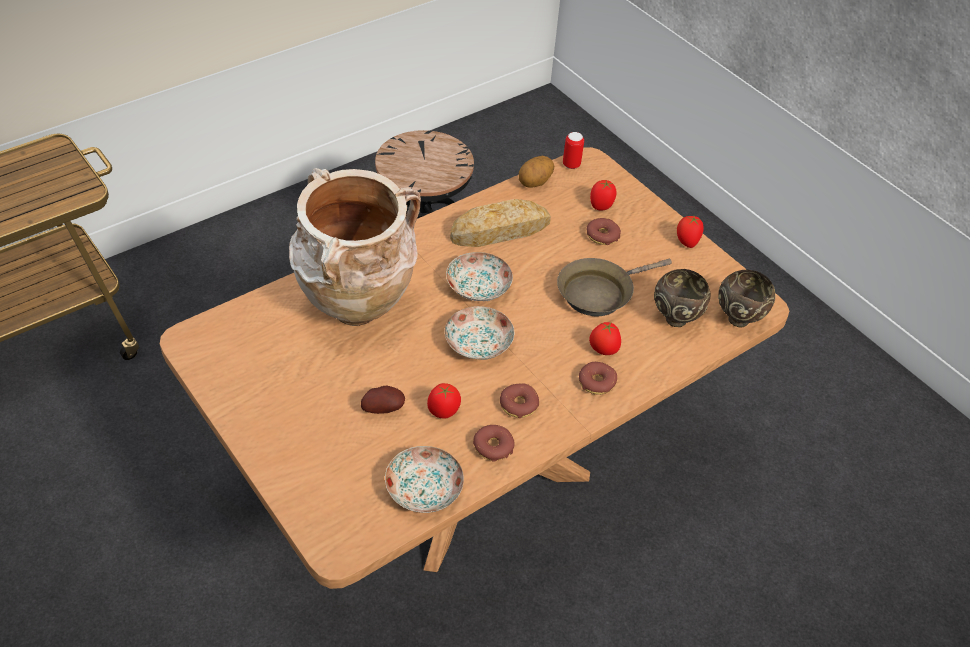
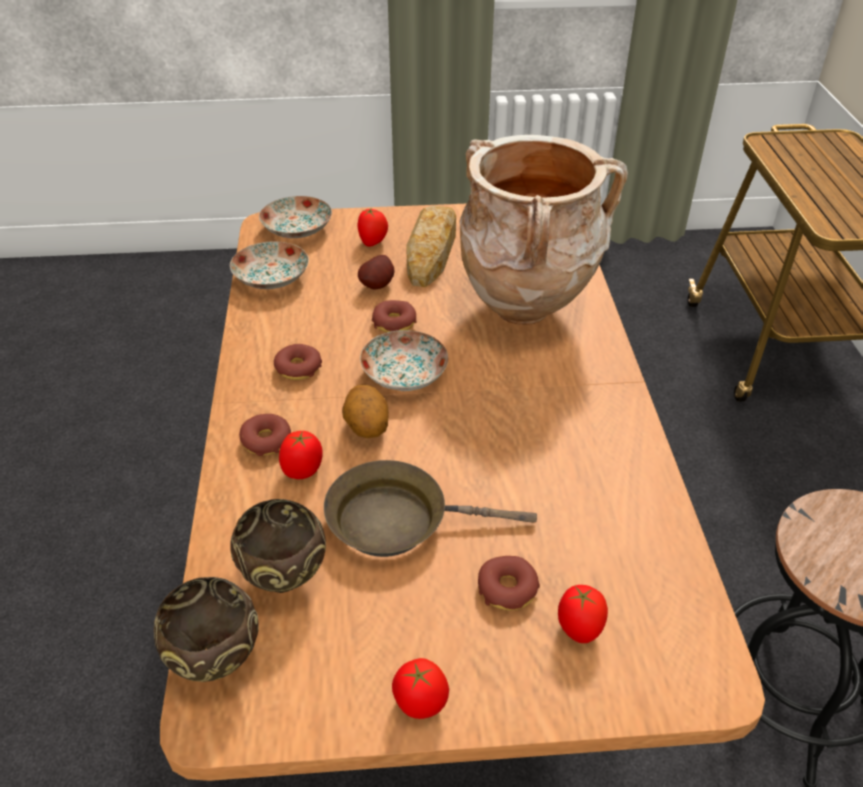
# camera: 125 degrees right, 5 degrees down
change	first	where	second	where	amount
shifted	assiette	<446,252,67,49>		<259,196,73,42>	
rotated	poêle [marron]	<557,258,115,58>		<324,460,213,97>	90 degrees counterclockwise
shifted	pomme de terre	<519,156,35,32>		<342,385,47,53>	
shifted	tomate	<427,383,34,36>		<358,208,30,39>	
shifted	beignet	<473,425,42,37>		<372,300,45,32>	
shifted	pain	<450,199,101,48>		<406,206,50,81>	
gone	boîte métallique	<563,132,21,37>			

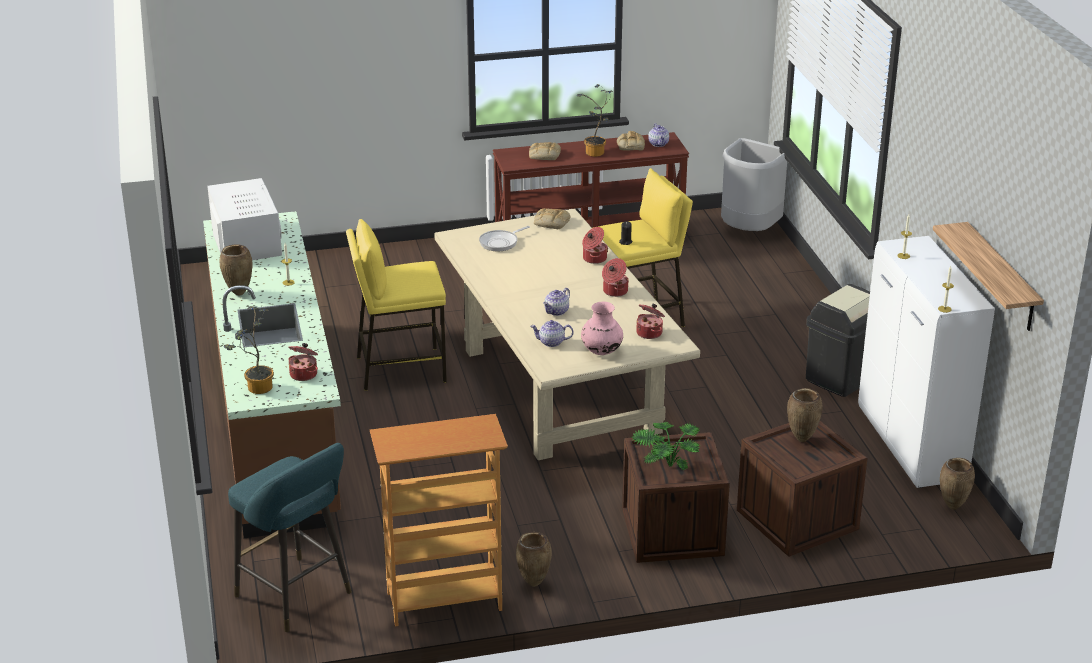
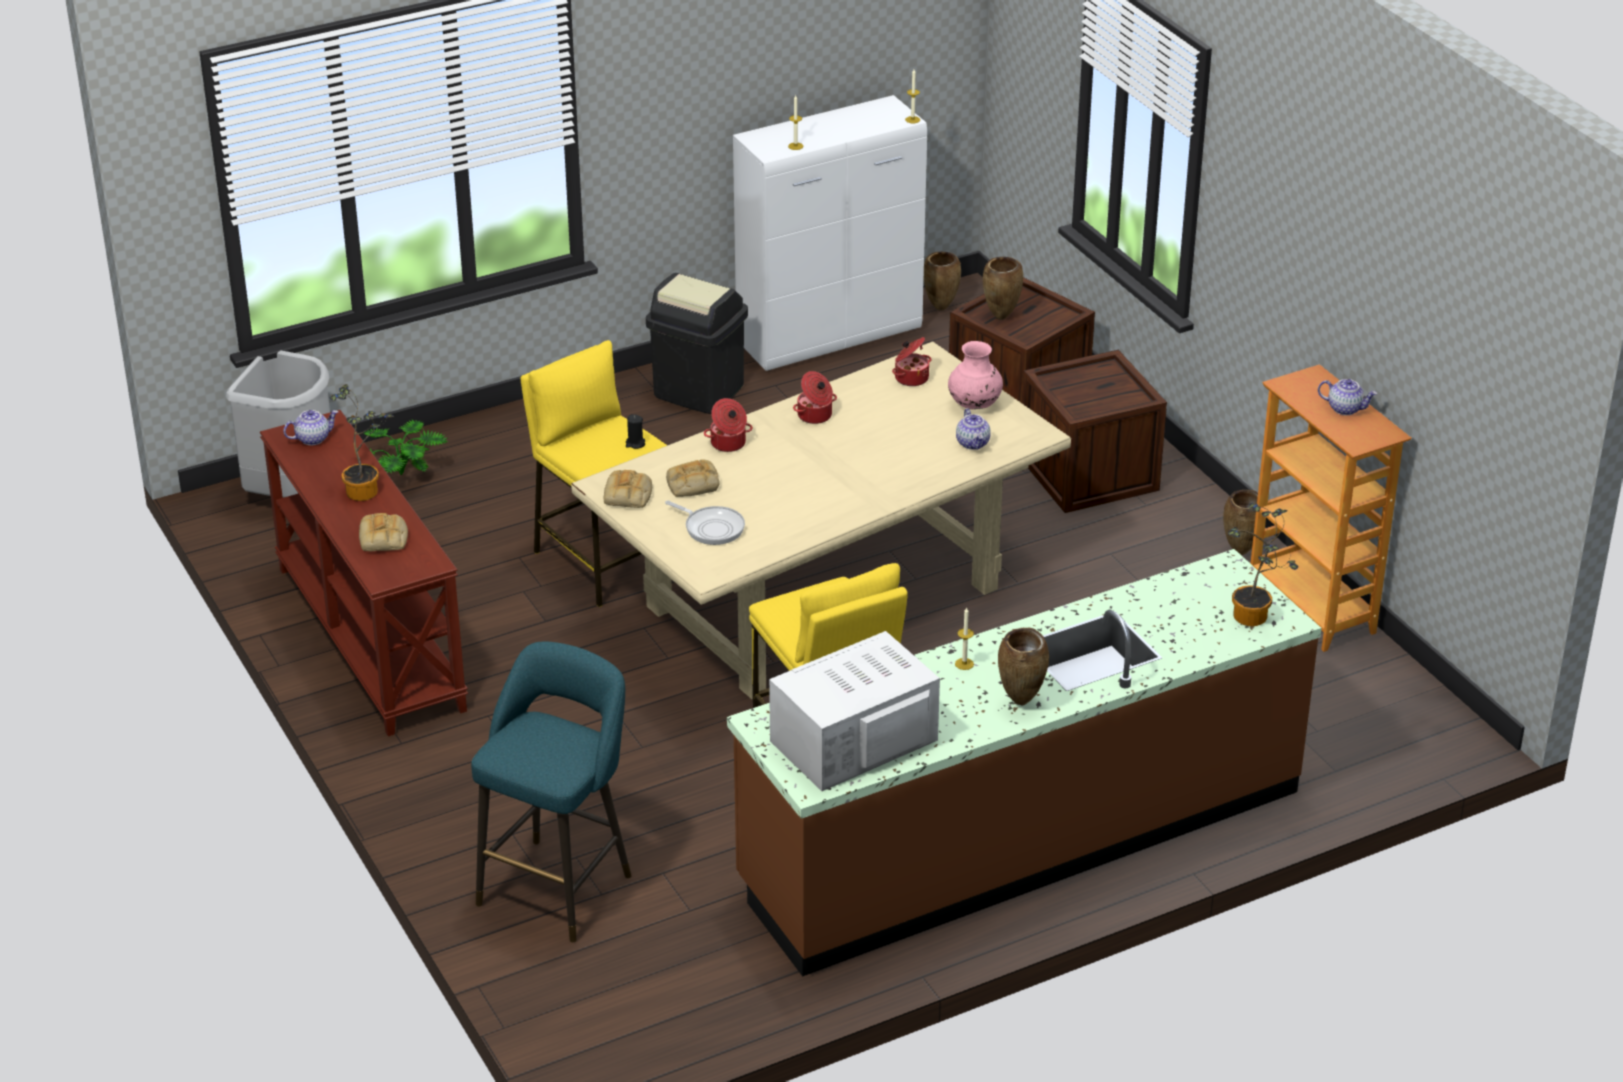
# camera: 105 degrees left, 5 degrees up
change	first	where	second	where	amount
shifted	plante en pot	<632,422,68,49>		<364,420,84,55>	
shifted	tabouret [turquoise]	<228,443,124,189>		<471,641,161,301>	
shifted	pain	<617,131,28,19>		<666,460,54,37>	
shifted	théière	<543,288,27,28>		<1318,379,59,36>	
gone	marmite	<288,343,30,38>			
gone	étagère	<933,222,111,109>			

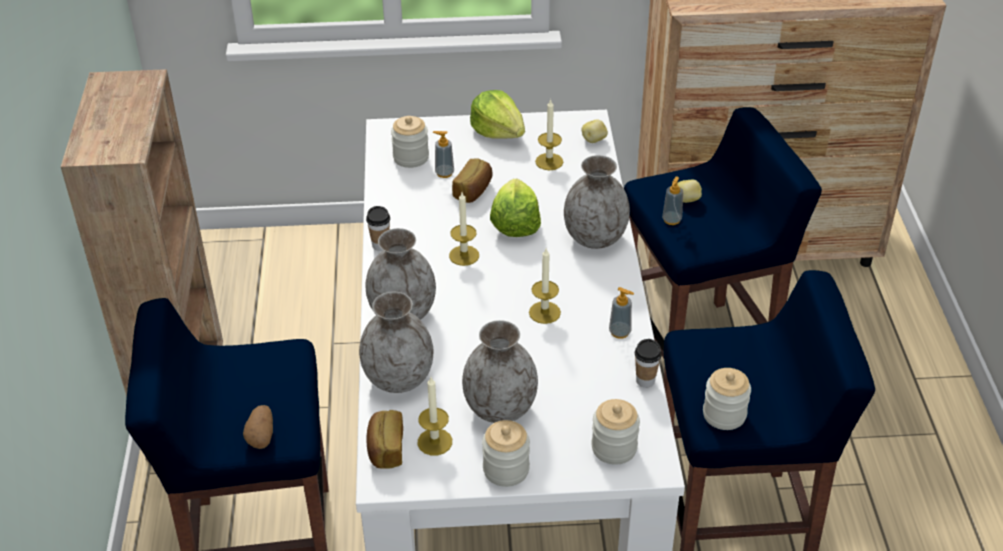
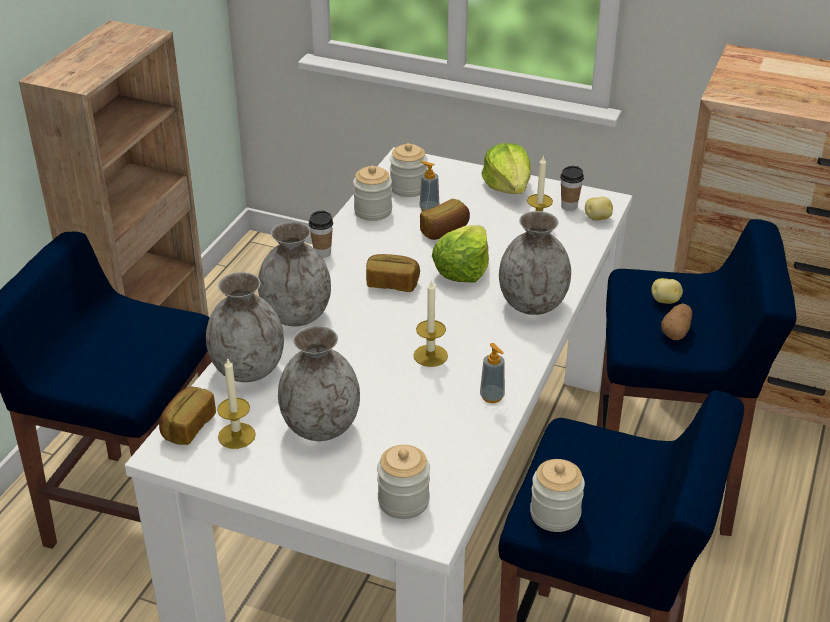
# camera: 25 degrees right, 5 degrees down
change	first	where	second	where	amount
shifted	bocal	<482,420,48,67>		<353,166,39,55>	
swapped	bougie	<449,192,30,74>	pain	<366,254,54,38>	
shifted	tasse	<635,339,27,49>		<560,166,24,45>	
shifted	pomme de terre	<243,405,30,44>		<661,303,31,37>	
gone	distributeur de savon	<662,176,21,49>			

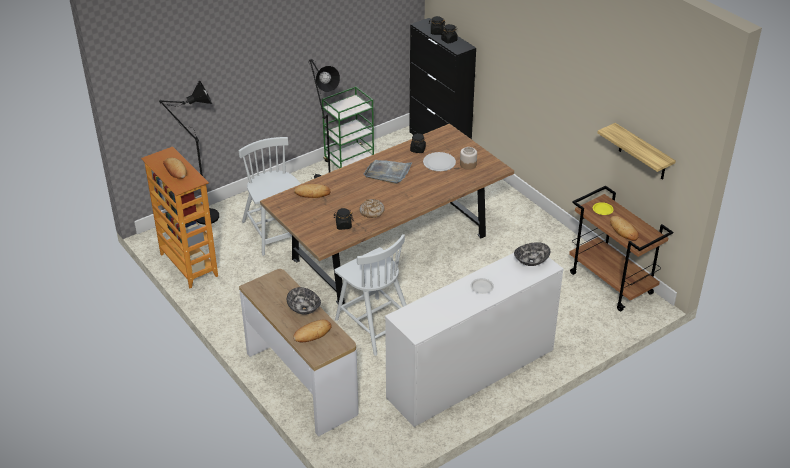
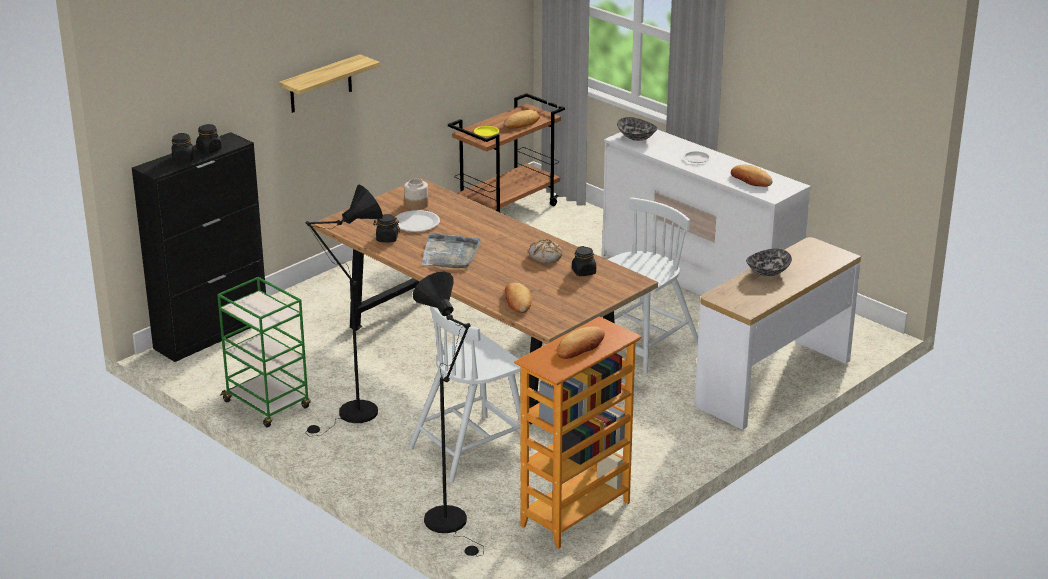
# camera: 100 degrees left, 10 degrees down
change	first	where	second	where	amount
shifted	étagère	<597,123,79,57>		<279,54,101,59>	
shifted	pain	<293,319,39,23>		<731,165,42,22>	

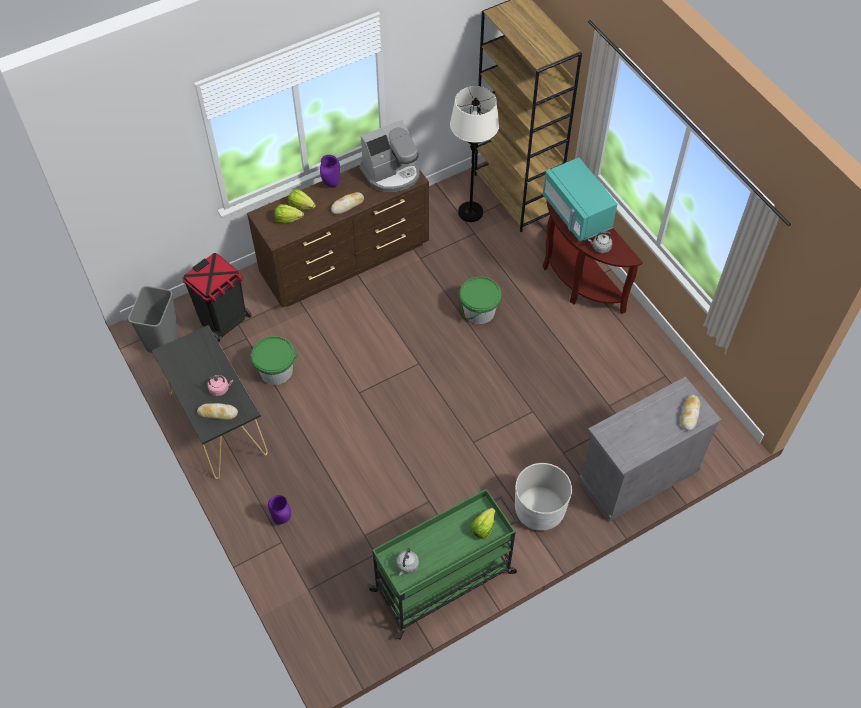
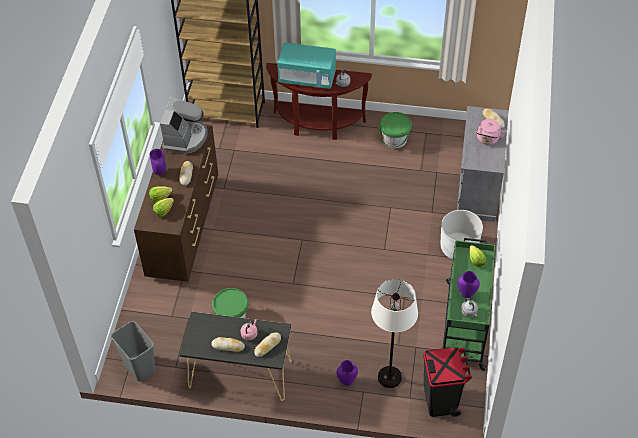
# camera: 50 degrees left, 5 degrees down
change	first	where	second	where	amount
new			pain	<211,337,34,15>	
shifted	lampadaire [blanc]	<450,86,49,136>		<371,279,47,109>	
shifted	seau [vert]	<459,277,42,47>		<378,112,34,36>	
shifted	poubelle [noir]	<182,253,70,89>		<423,347,49,70>	
new			vase [violet]	<457,271,23,27>	
new			bouilloire [rose]	<476,119,30,26>	

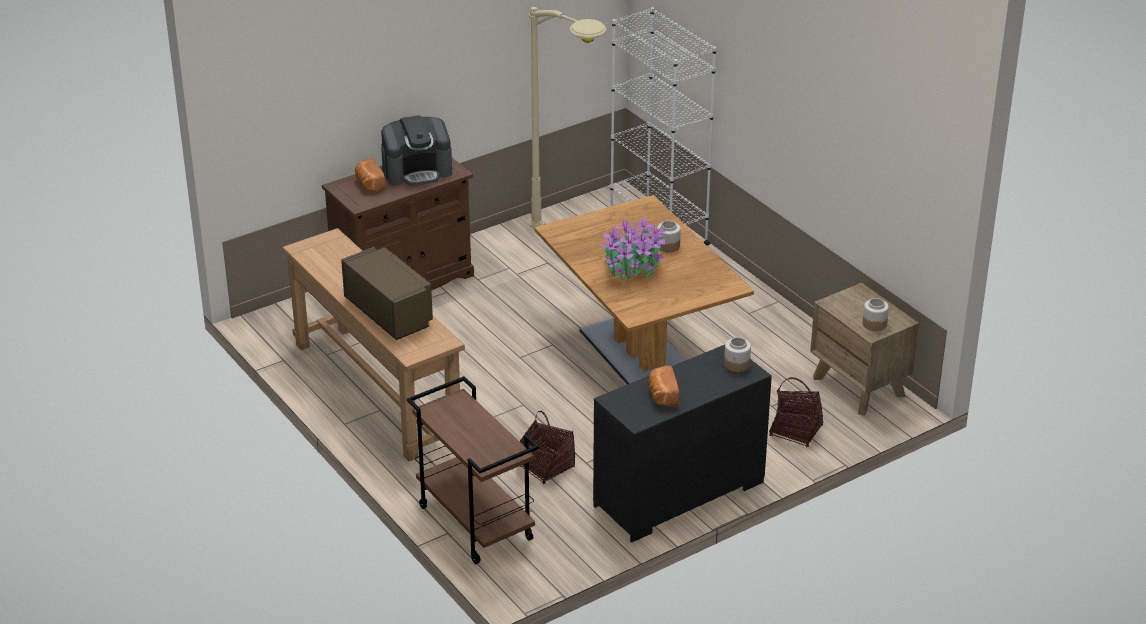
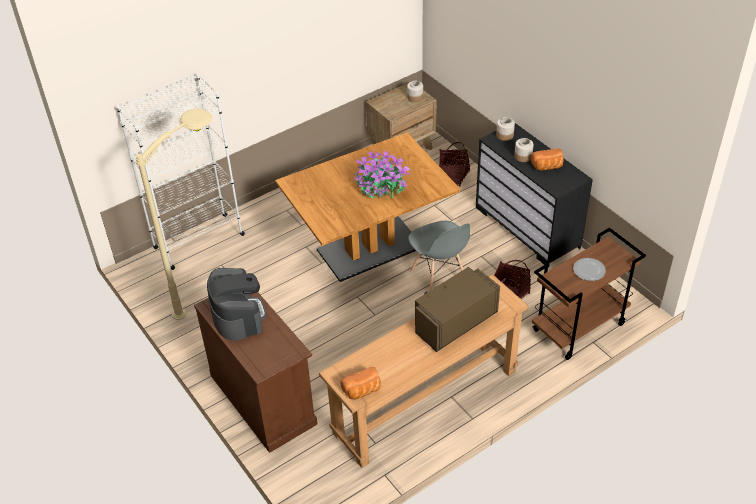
# camera: 90 degrees left, 10 degrees up
change	first	where	second	where	amount
shifted	pain	<355,158,31,33>		<341,367,40,32>	
new			chaise [gris]	<408,221,62,70>	
shifted	bocal	<657,221,24,31>		<514,138,19,24>	
new			assiette	<573,258,33,23>	

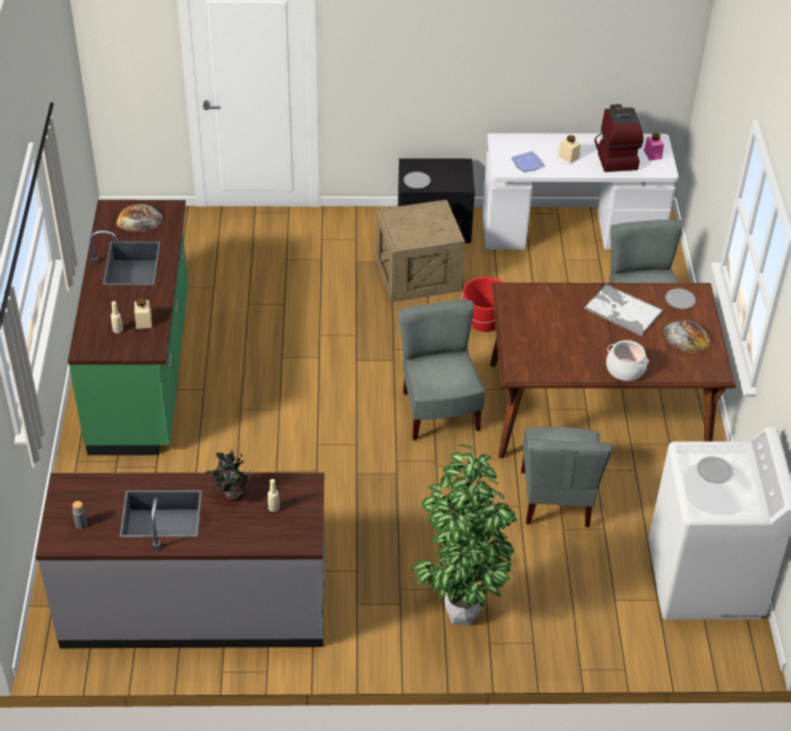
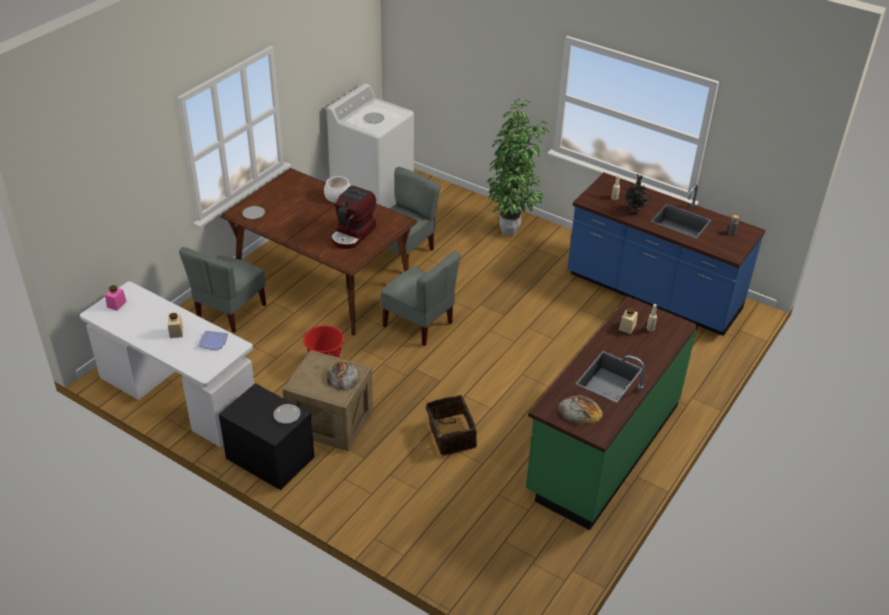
# camera: 145 degrees left, 5 degrees down
change	first	where	second	where	amount
shifted	pain	<663,320,48,33>		<326,362,34,29>	
shifted	machine à café	<594,104,50,68>		<331,186,45,63>	
rotated	chaise [gris]	<398,300,87,140>		<381,251,79,95>	75 degrees counterclockwise
new			panier	<426,395,51,60>	
repainted	comptoir de cuisine [gris]	<35,472,290,176>	comptoir de cuisine [bleu]	<567,173,199,163>	
gone	plateau	<584,284,79,52>			

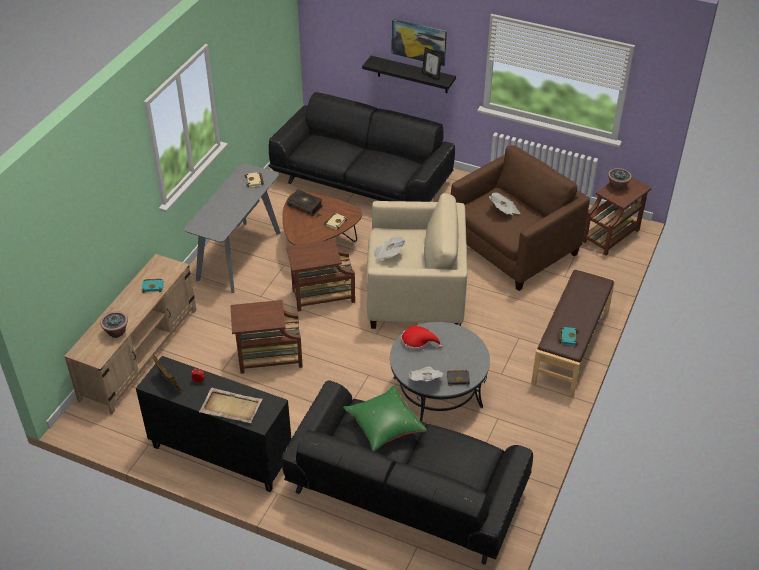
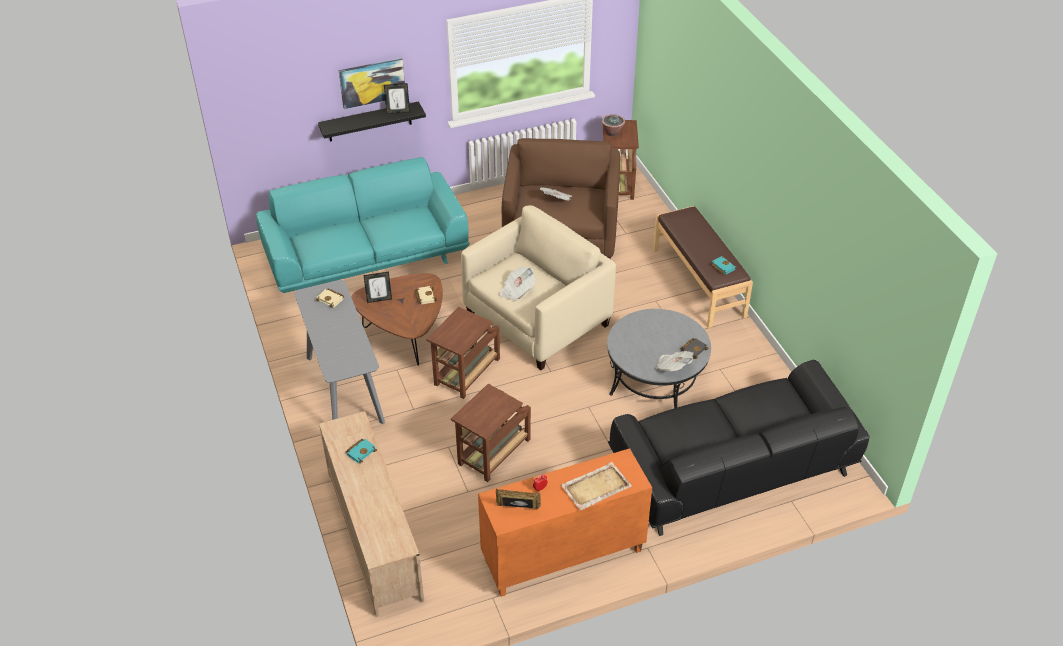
# camera: 45 degrees left, 0 degrees up
change	first	where	second	where	amount
repainted	canapé [noir]	<269,92,186,110>	canapé [turquoise]	<256,157,214,136>	
swapped	livre	<287,189,36,27>	cadre photo	<363,272,29,31>	
repainted	meuble de rangement [noir]	<136,356,155,136>	meuble de rangement [orange]	<478,448,174,149>	
gone	plante en pot	<100,312,28,26>			
gone	coussin [vert]	<343,385,84,66>			
gone	chapeau [rouge]	<401,326,41,25>			

